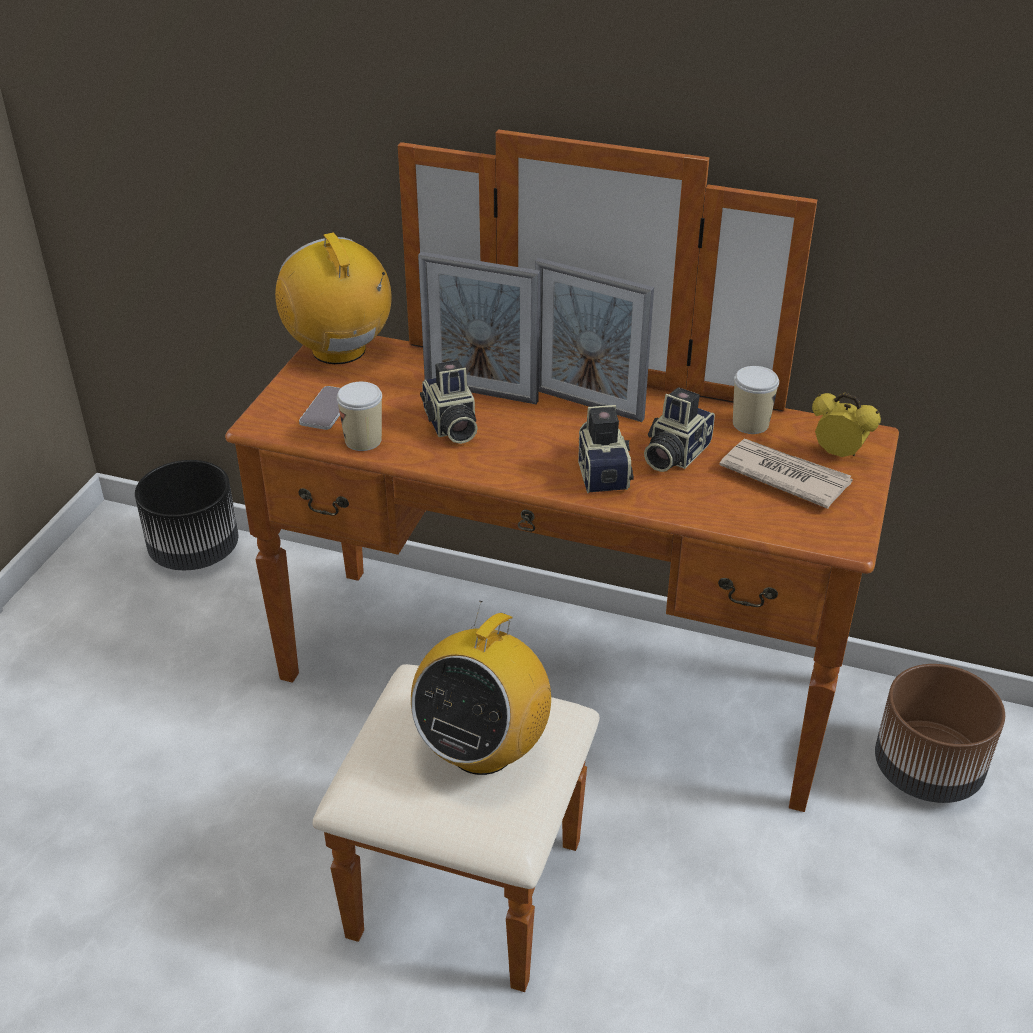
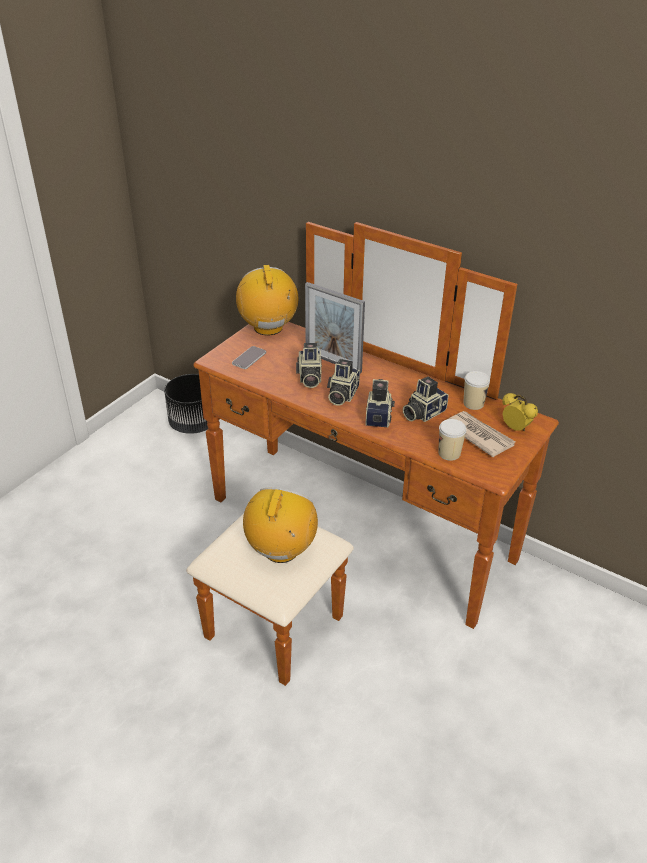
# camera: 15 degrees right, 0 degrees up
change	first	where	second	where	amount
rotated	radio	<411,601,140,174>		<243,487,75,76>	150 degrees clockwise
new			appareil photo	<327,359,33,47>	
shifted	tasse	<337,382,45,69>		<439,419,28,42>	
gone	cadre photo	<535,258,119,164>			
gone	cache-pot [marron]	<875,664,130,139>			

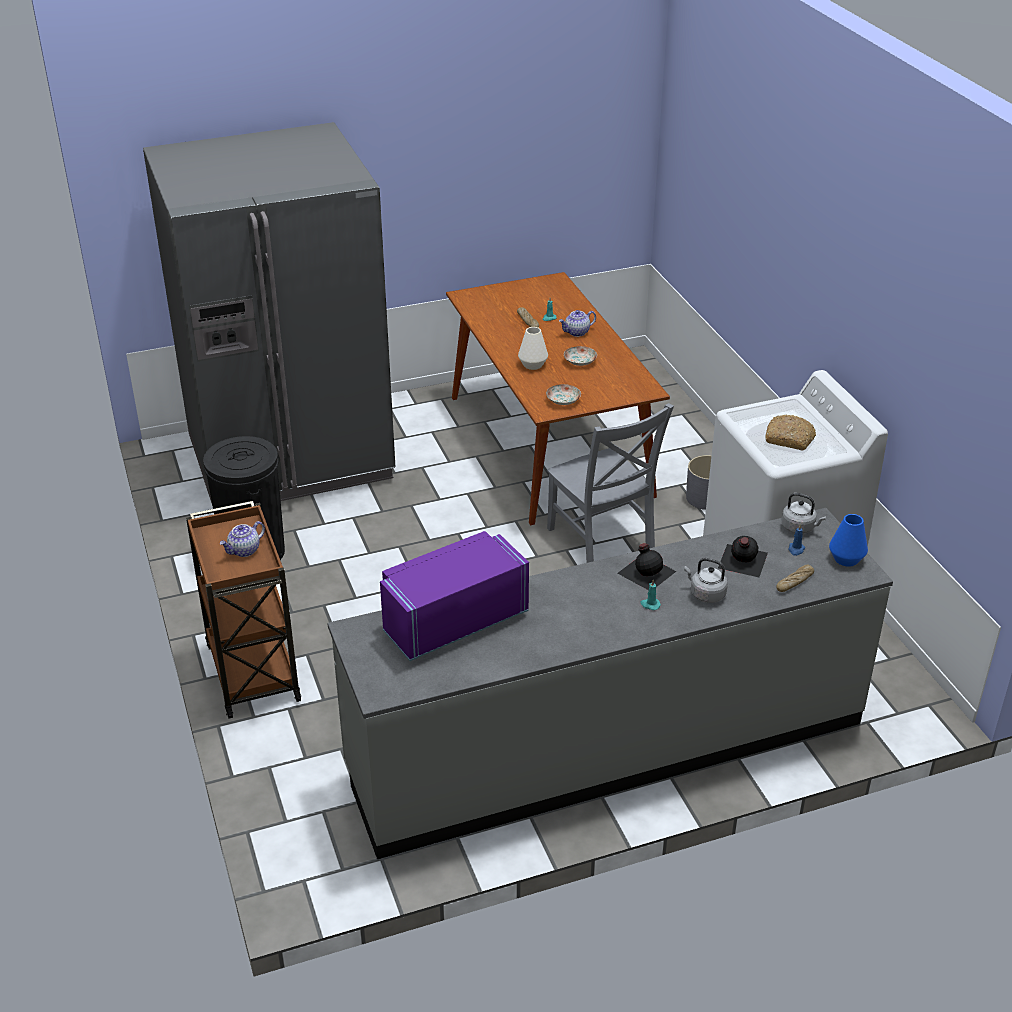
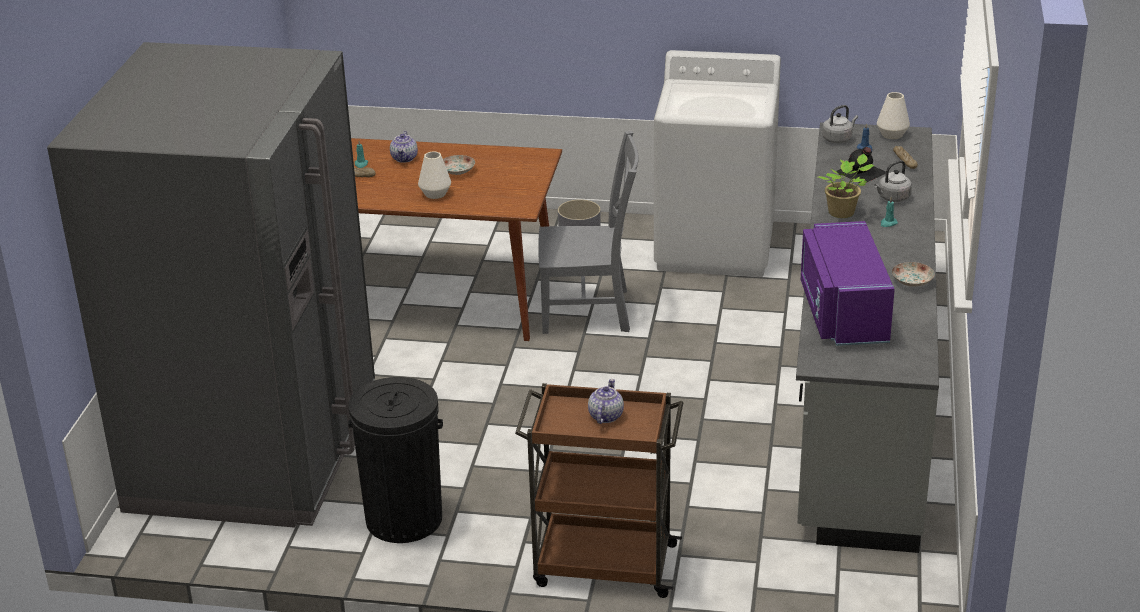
# camera: 60 degrees left, 5 degrees down
change	first	where	second	where	amount
rotated	théière	<219,521,46,36>		<588,379,36,45>	150 degrees counterclockwise
swapped	bouteille [noir]	<617,543,59,47>	plante en pot	<818,154,56,64>	
repainted	vase [bleu]	<829,514,39,53>	vase [blanc]	<877,92,33,47>	
shifted	assiette	<546,384,35,21>		<892,262,43,25>	
gone	pain	<765,415,51,35>			

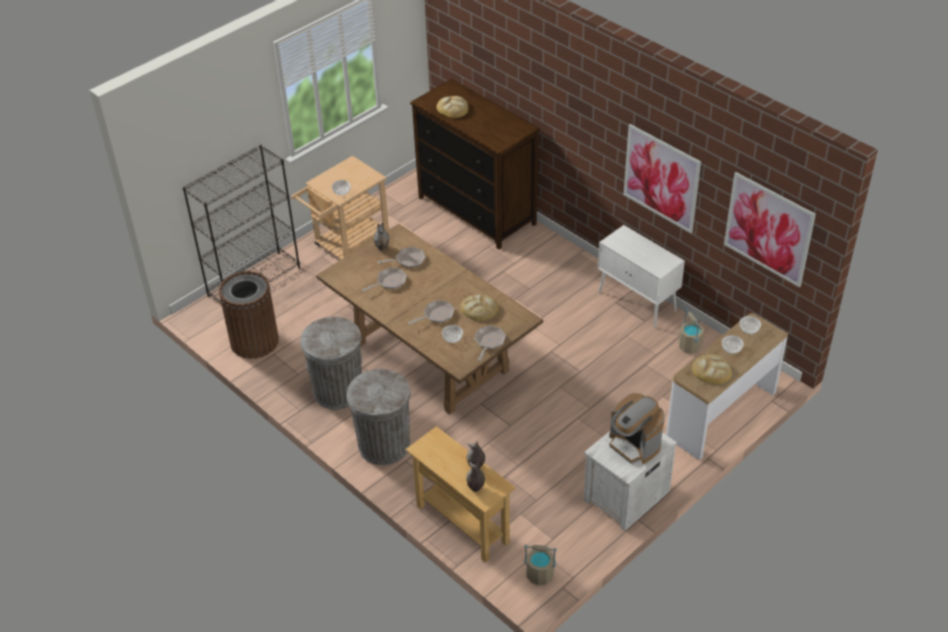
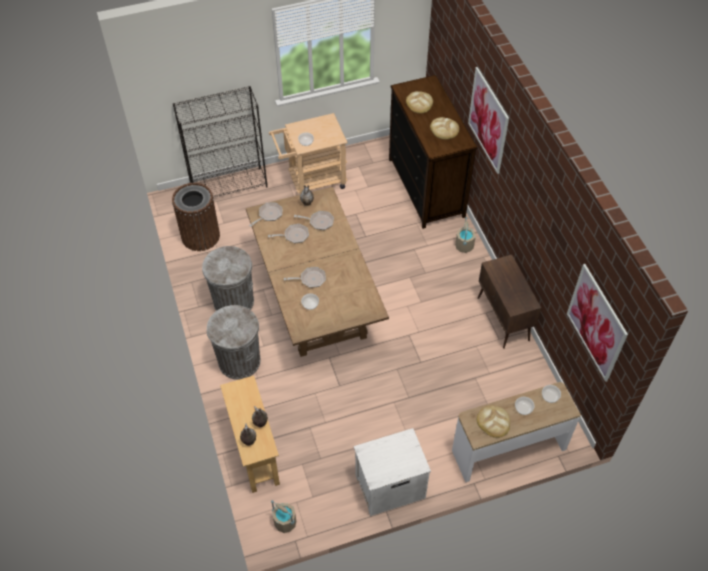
# camera: 25 degrees right, 10 degrees up
change	first	where	second	where	amount
shifted	poêle	<474,326,32,35>		<249,203,33,24>	
shifted	pain	<461,294,37,27>		<430,117,29,22>	
shifted	seau [beige]	<679,308,25,46>		<455,217,21,36>	
shifted	tableau	<624,124,77,109>		<468,67,41,107>	
repainted	meuble de rangement [blanc]	<598,225,87,103>	meuble de rangement [marron]	<478,255,63,94>	
gone	machine à café	<609,393,56,71>			

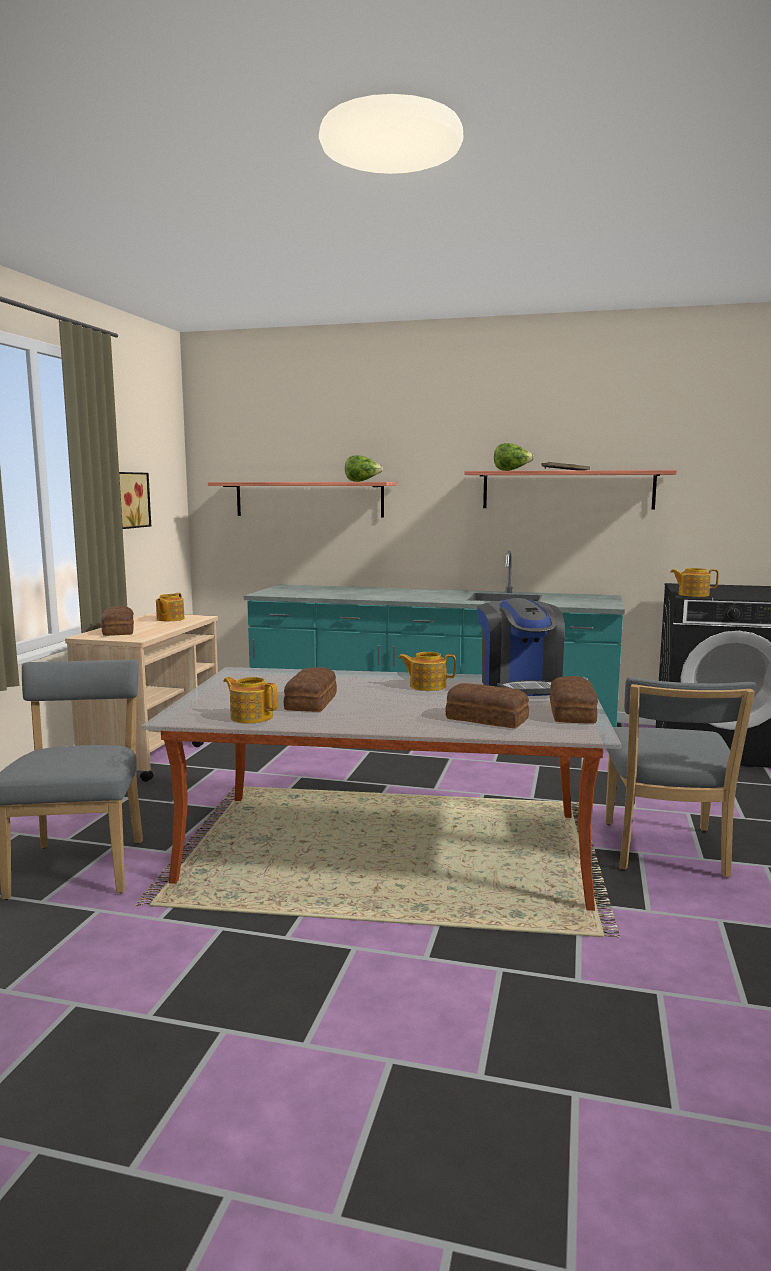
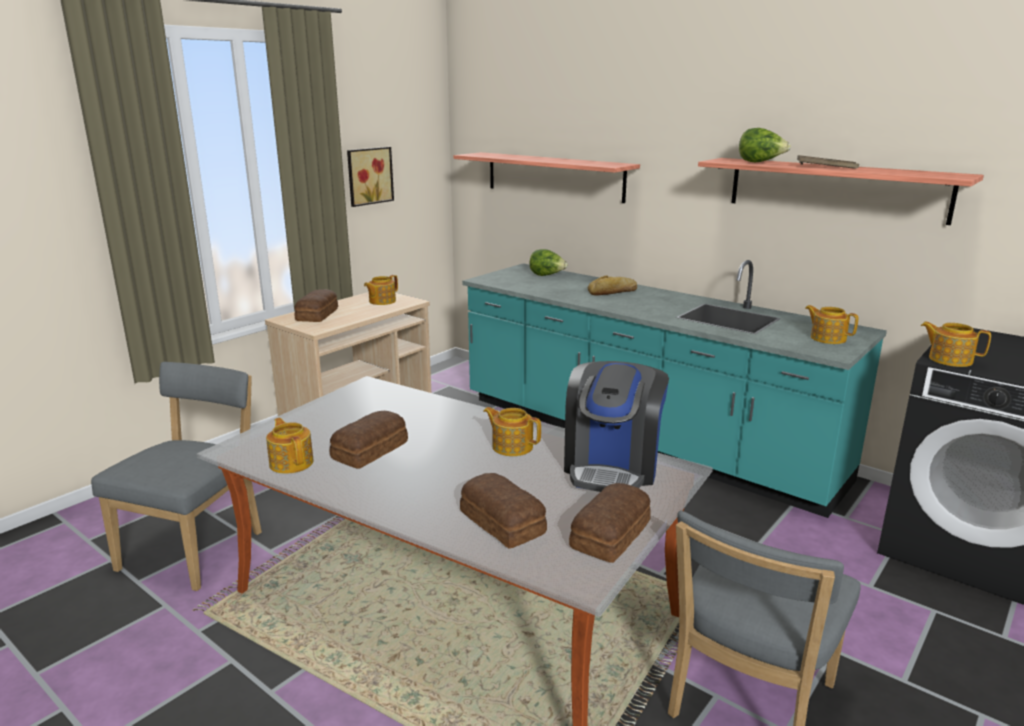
# camera: 25 degrees right, 10 degrees up
change	first	where	second	where	amount
shifted	laitue	<345,455,38,27>		<530,249,38,27>	
new			pain	<588,275,49,21>	
new			théière	<805,305,53,39>	

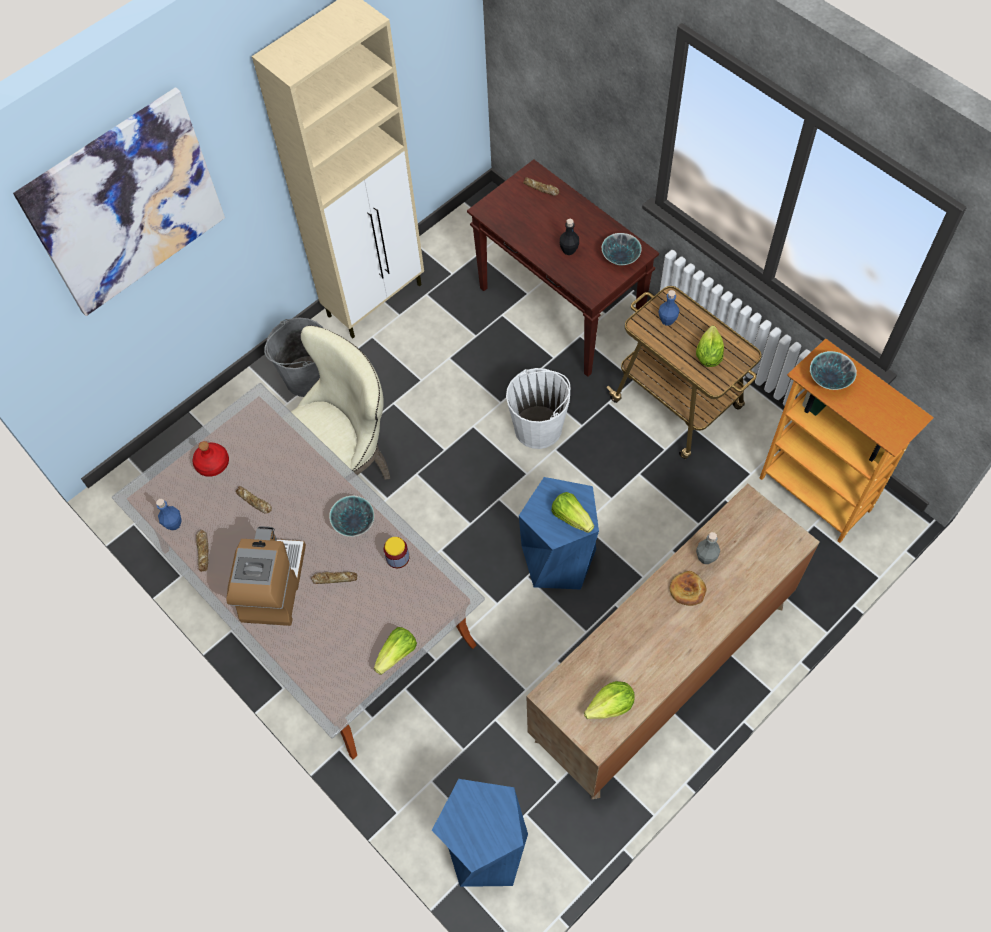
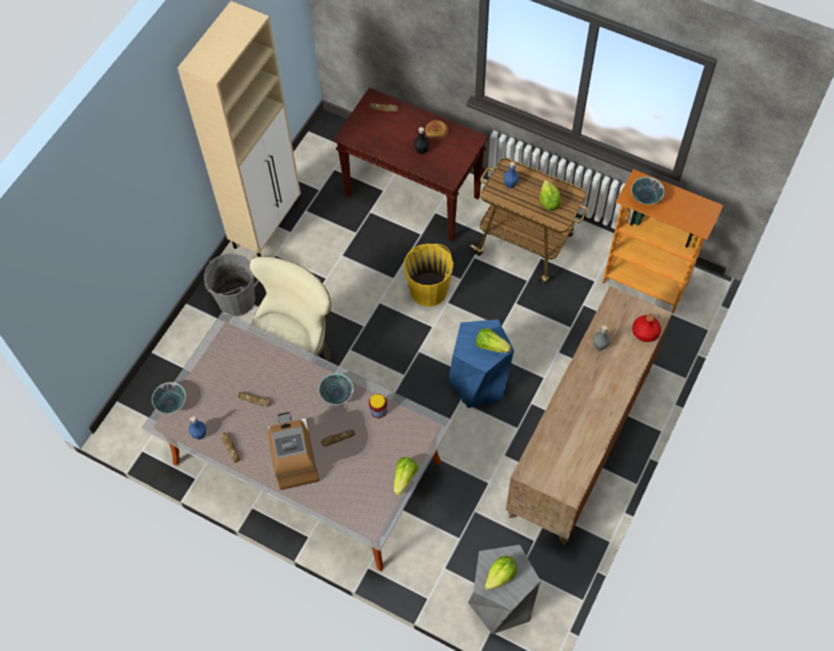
# camera: 20 degrees left, 0 degrees up
change	first	where	second	where	amount
shifted	bol	<602,233,40,32>		<152,382,34,32>	
repainted	seau [blanc]	<506,368,65,81>	seau [jaune]	<404,244,49,63>	
shifted	pain	<669,571,38,35>		<425,120,23,19>	
repainted	tabouret [bleu]	<432,779,96,108>	tabouret [gris]	<468,545,73,89>	
shifted	laitue	<584,681,51,38>		<485,556,32,34>	
shifted	bouteille [rouge]	<192,441,37,36>		<632,314,29,28>	
gone	tableau	<13,87,212,229>			

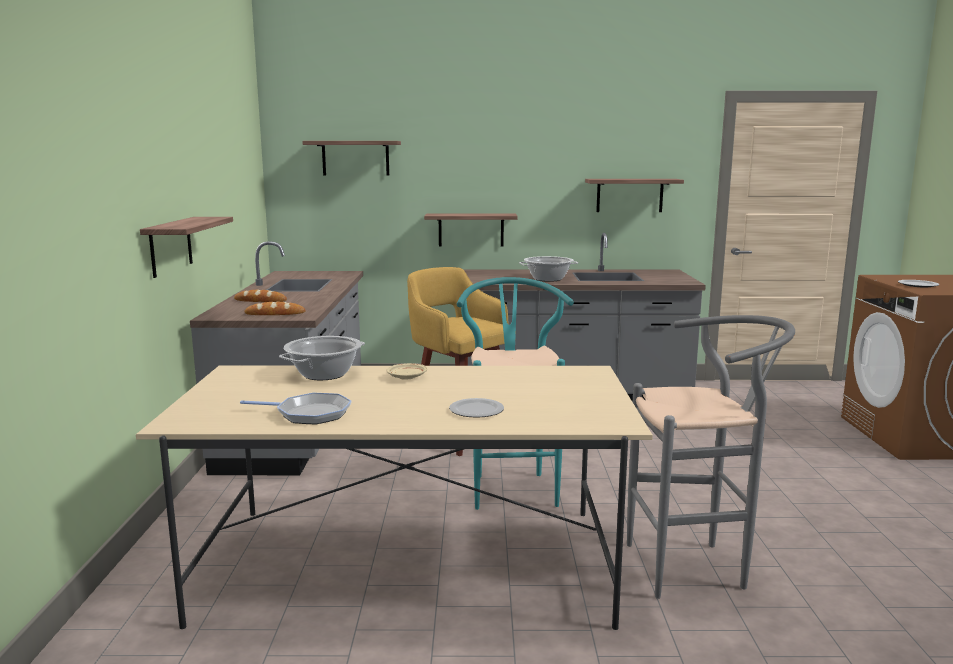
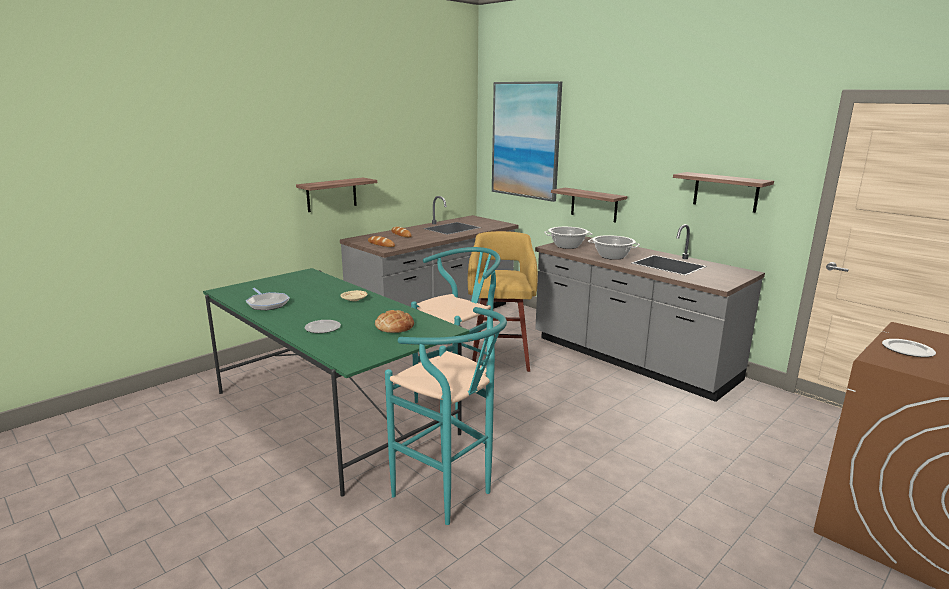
# camera: 45 degrees right, 5 degrees up
change	first	where	second	where	amount
repainted	table à manger [beige]	<136,365,517,265>	table à manger [vert]	<203,268,267,228>	
new			pain	<375,310,39,23>	
repainted	tabouret [gris]	<627,315,168,284>	tabouret [turquoise]	<385,307,122,218>	
swapped	étagère	<302,141,99,35>	tableau	<492,81,70,121>	
shifted	marmite	<279,336,86,44>		<544,227,49,22>	

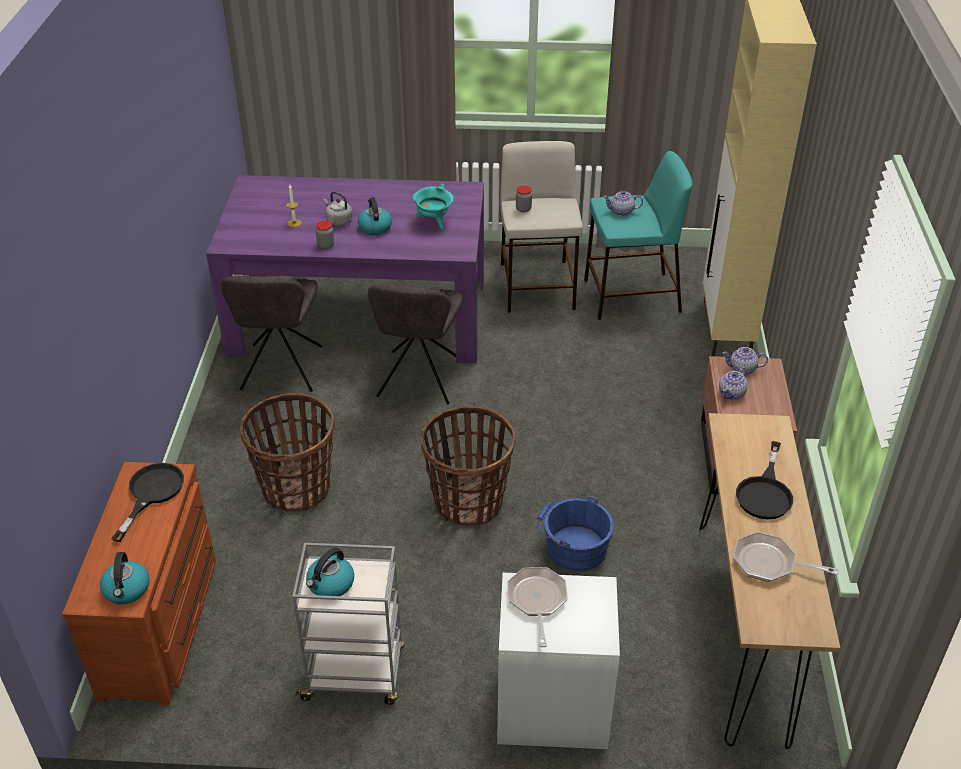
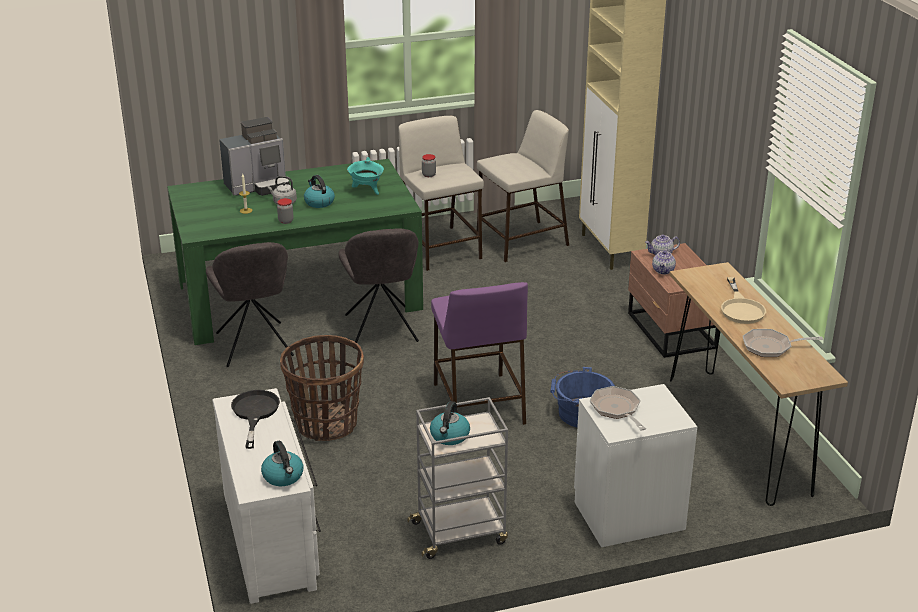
# camera: 20 degrees left, 10 degrees down
change	first	where	second	where	amount
repainted	table à manger [violet]	<206,175,278,189>	table à manger [vert]	<167,159,256,186>	
repainted	commode [marron]	<62,462,154,243>	commode [blanc]	<212,388,109,216>	
new			machine à café	<219,117,71,79>	
swapped	panier	<421,406,95,120>	tabouret [violet]	<431,282,97,143>	
repainted	tabouret [turquoise]	<584,151,108,169>	tabouret [beige]	<476,110,93,152>	
repainted	poêle [noir]	<736,441,57,79>	poêle [beige]	<721,277,45,47>	
gone	théière	<603,191,40,25>			

